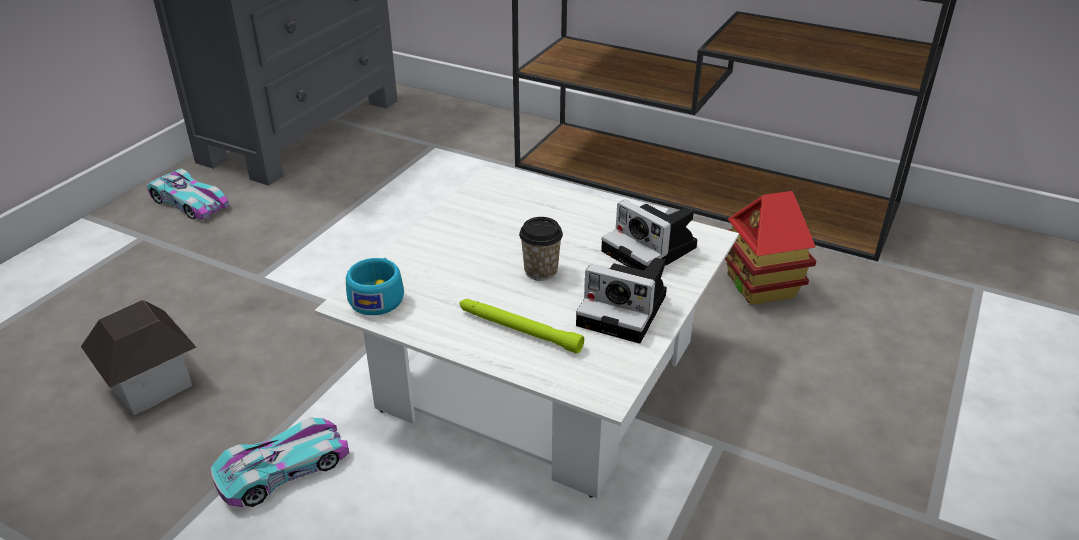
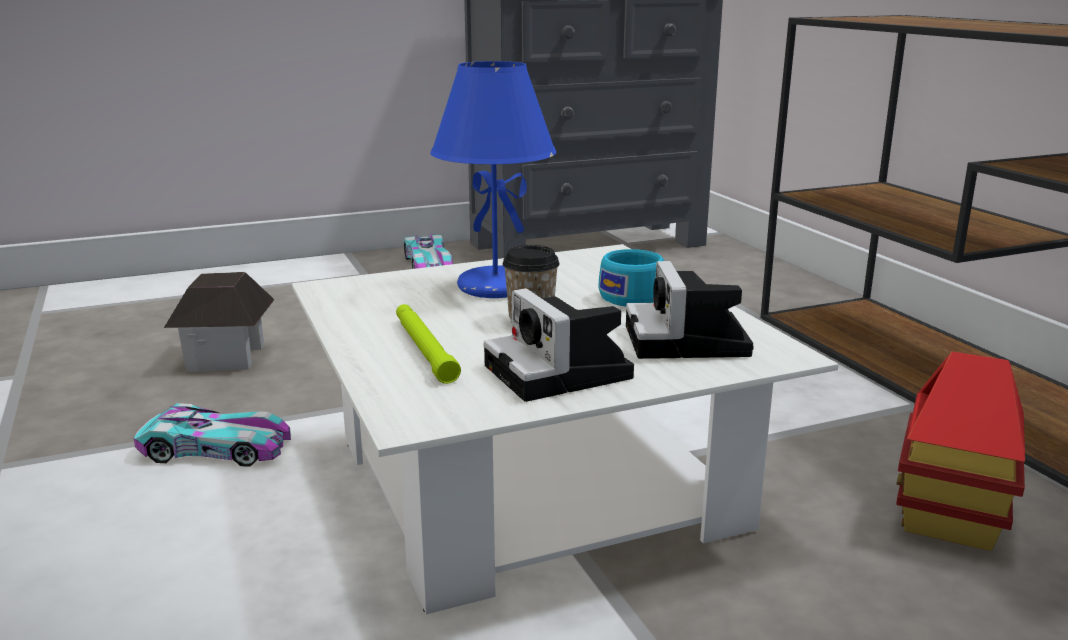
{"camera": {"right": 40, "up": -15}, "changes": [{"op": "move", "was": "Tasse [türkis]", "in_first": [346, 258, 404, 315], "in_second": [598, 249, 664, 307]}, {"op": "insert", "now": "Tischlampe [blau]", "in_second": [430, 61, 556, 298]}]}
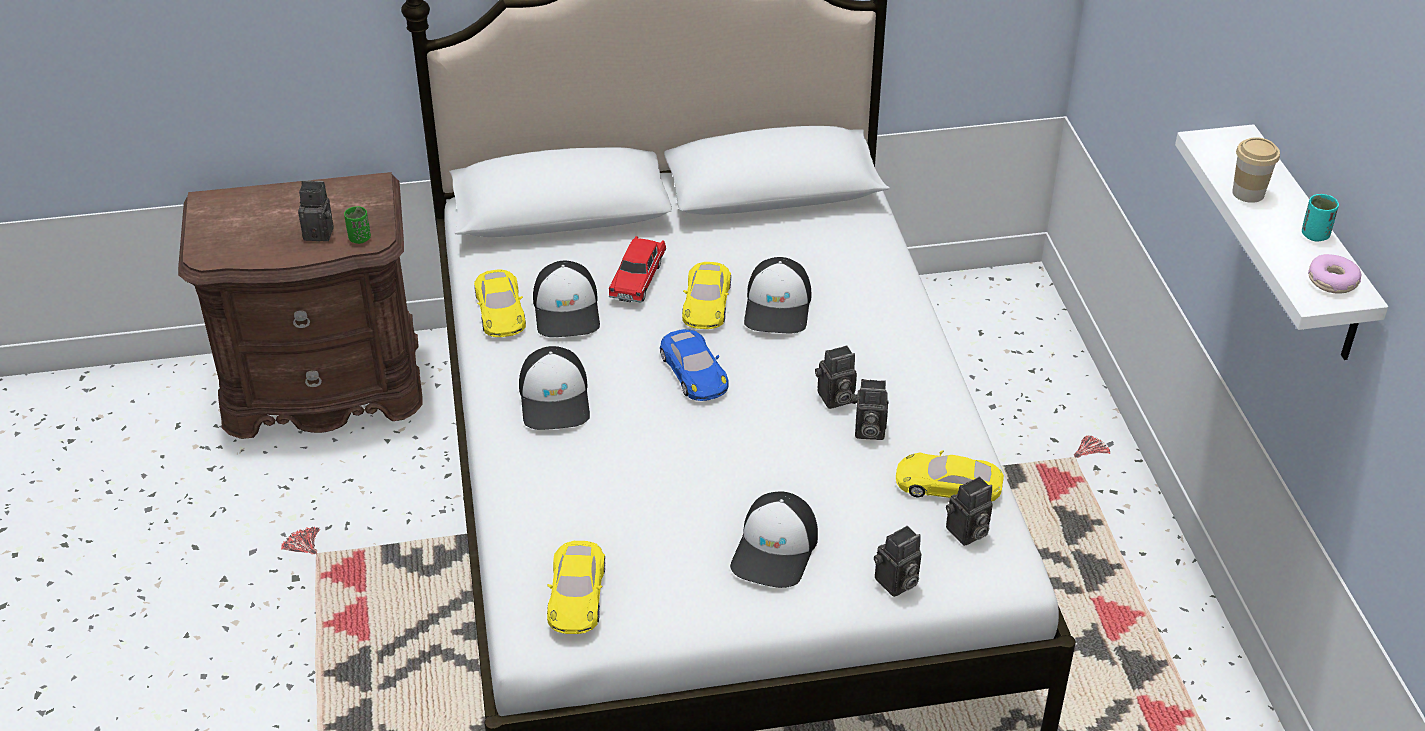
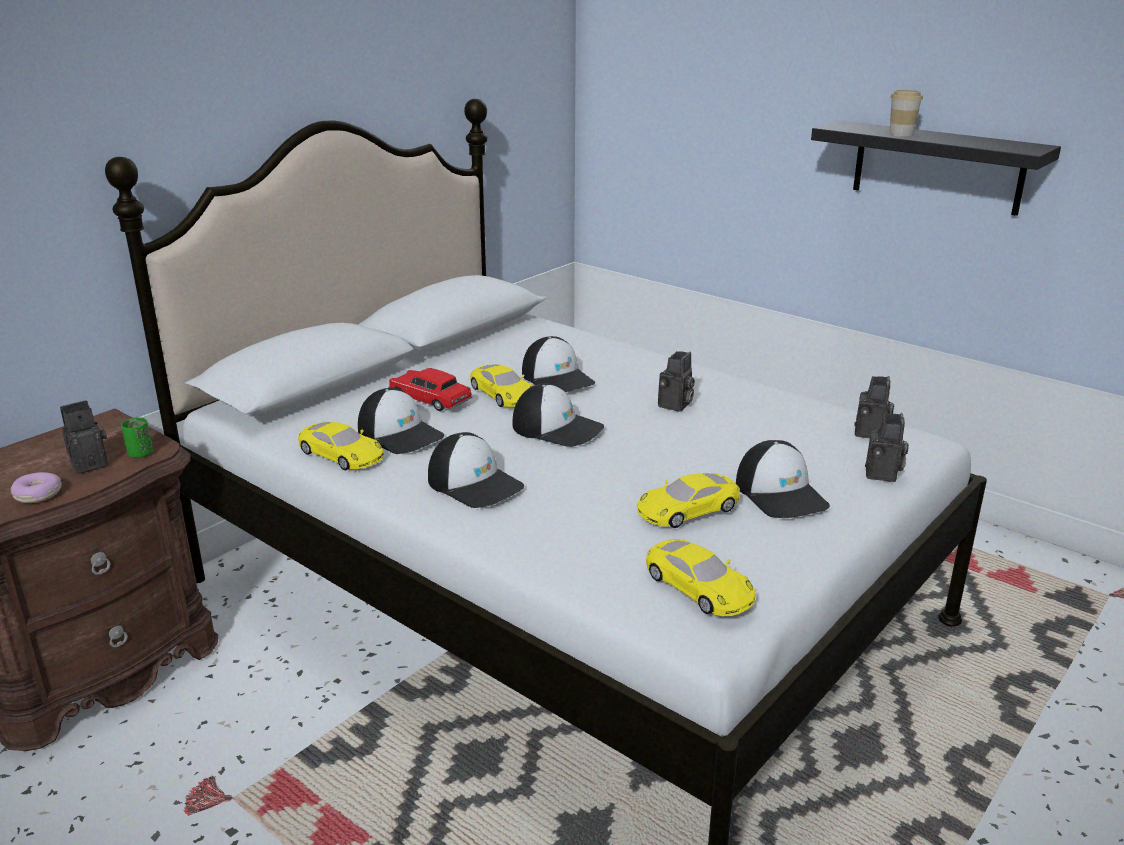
{"camera": {"right": -40, "up": -15}, "changes": [{"op": "rotate", "was": "Spielzeugauto [rot]", "in_first": [609, 236, 666, 303], "in_second": [388, 368, 473, 411], "clockwise": 150}, {"op": "replace", "was": "Spielzeugauto [blau]", "now": "Kappe", "in_first": [660, 329, 729, 401], "in_second": [513, 383, 604, 447]}, {"op": "delete", "was": "Kamera", "in_first": [852, 379, 889, 440]}, {"op": "move", "was": "Spielzeugauto [gelb]", "in_first": [896, 450, 1004, 501], "in_second": [637, 473, 740, 528]}, {"op": "recolor", "was": "Wandregal [weiß]", "now": "Wandregal [schwarz]", "in_first": [1175, 124, 1388, 360], "in_second": [811, 120, 1061, 216]}, {"op": "delete", "was": "Tasse [türkis]", "in_first": [1302, 194, 1339, 241]}, {"op": "move", "was": "Donut", "in_first": [1308, 254, 1361, 294], "in_second": [11, 472, 62, 503]}]}
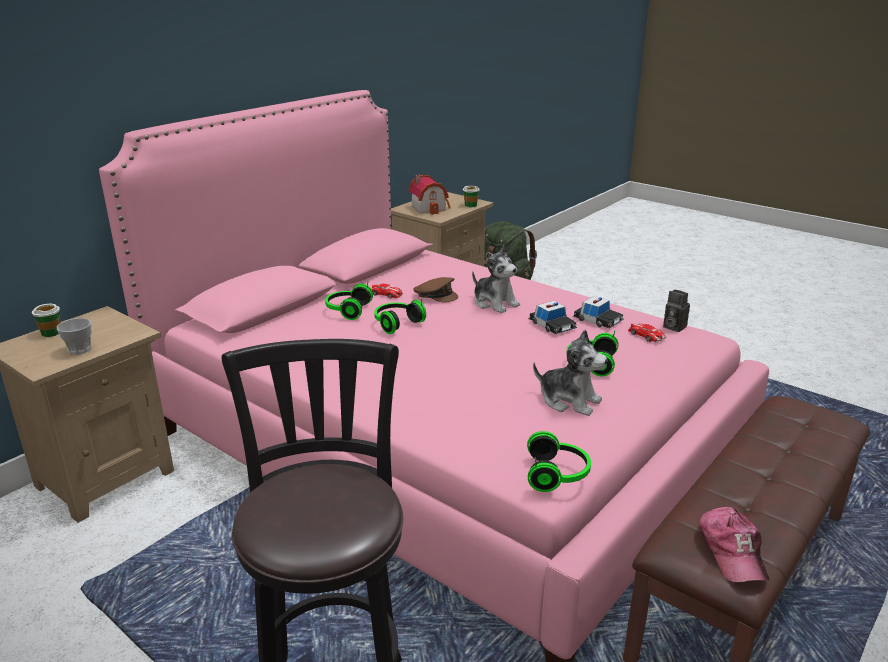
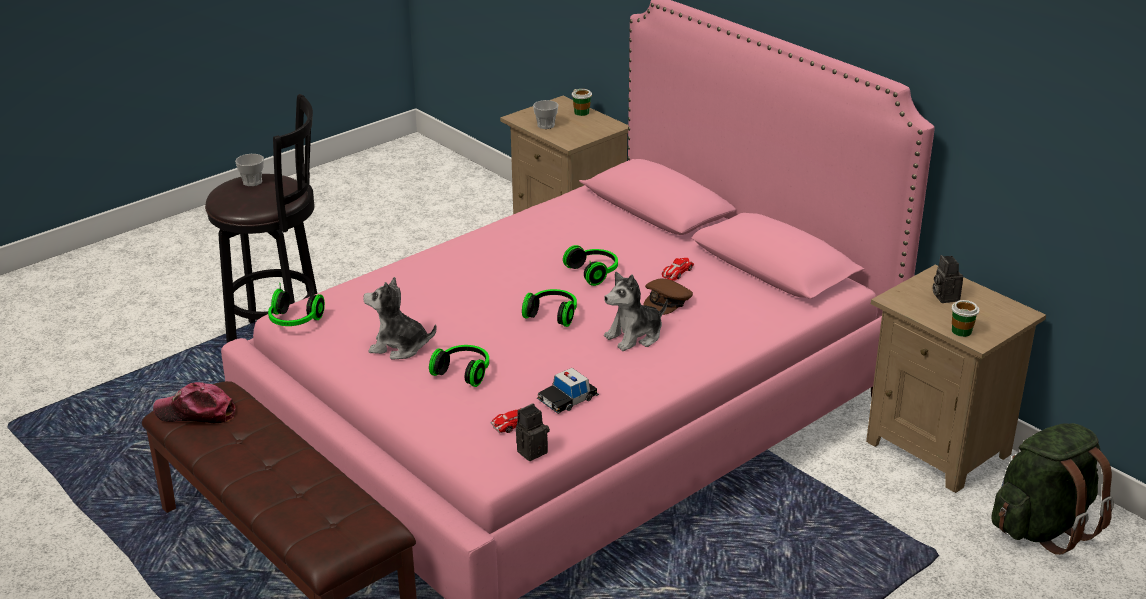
{"camera": {"right": 100, "up": 5}, "changes": [{"op": "move", "was": "Kopfhörer", "in_first": [325, 281, 373, 320], "in_second": [522, 289, 577, 327]}, {"op": "replace", "was": "Spielzeughaus", "now": "Kamera", "in_first": [408, 175, 450, 215], "in_second": [932, 255, 963, 303]}, {"op": "delete", "was": "Spielzeugauto", "in_first": [528, 301, 577, 334]}, {"op": "rotate", "was": "Plüschtier", "in_first": [533, 330, 607, 416], "in_second": [363, 277, 437, 360], "clockwise": 60}, {"op": "insert", "now": "Tasse", "in_second": [235, 154, 264, 186]}]}
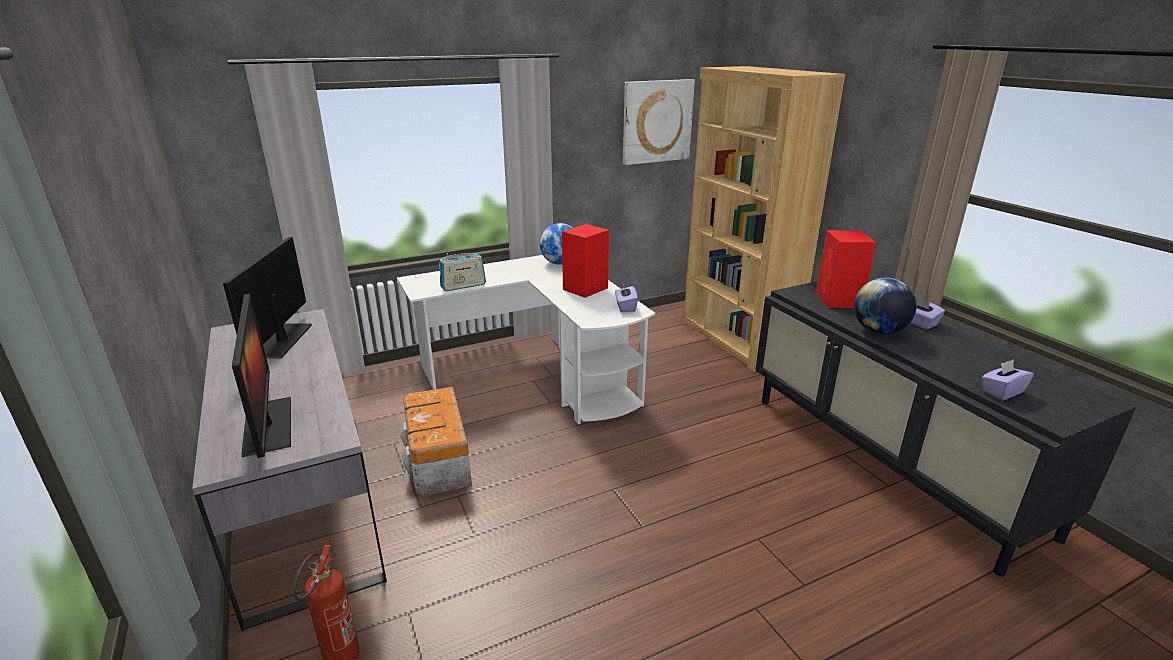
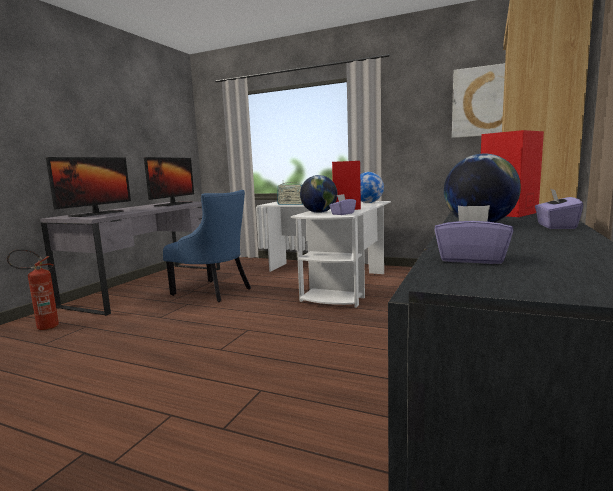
{"camera": {"right": 50, "up": -15}, "changes": [{"op": "rotate", "was": "Monitor", "in_first": [223, 237, 312, 358], "in_second": [144, 157, 194, 206], "clockwise": 150}, {"op": "replace", "was": "Aufbewahrungsbox", "now": "Stuhl [blau]", "in_first": [400, 387, 472, 496], "in_second": [163, 190, 251, 302]}, {"op": "insert", "now": "Globus", "in_second": [300, 175, 337, 213]}]}
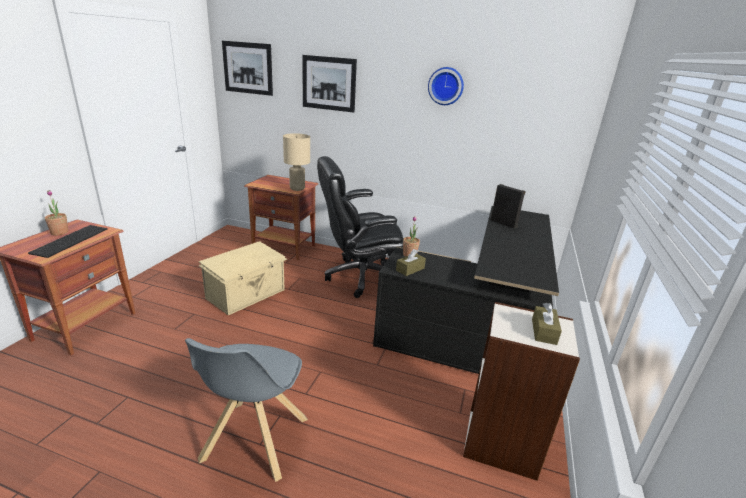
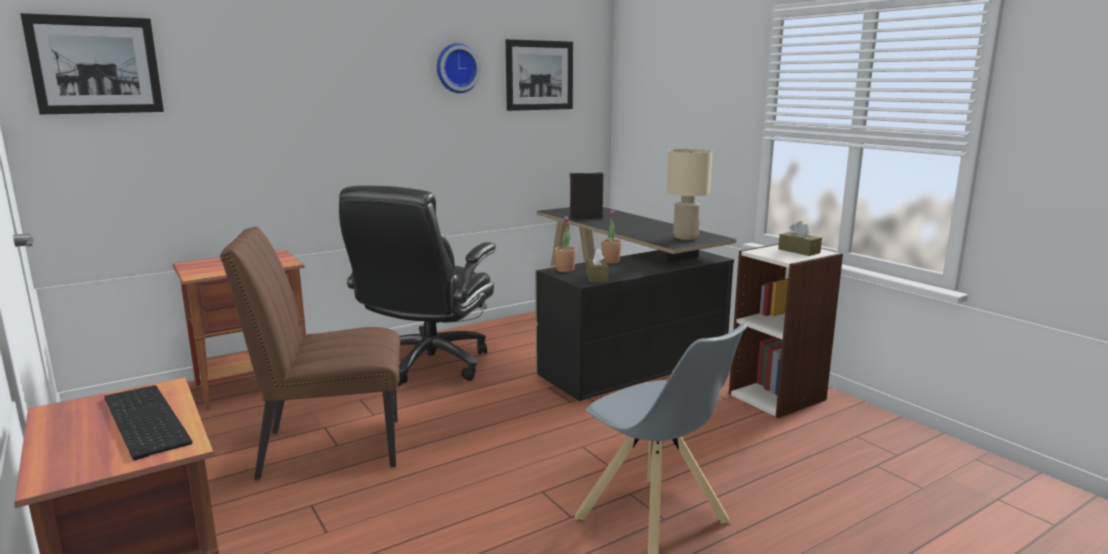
{"camera": {"right": -50, "up": -10}, "changes": [{"op": "move", "was": "Topfpflanze", "in_first": [45, 190, 69, 235], "in_second": [601, 210, 622, 264]}, {"op": "replace", "was": "Aufbewahrungsbox [beige]", "now": "Stuhl [braun]", "in_first": [198, 241, 287, 315], "in_second": [220, 226, 400, 480]}, {"op": "move", "was": "Tischlampe [beige]", "in_first": [283, 133, 310, 191], "in_second": [667, 149, 712, 240]}, {"op": "move", "was": "Bild", "in_first": [302, 55, 357, 113], "in_second": [506, 39, 573, 111]}]}
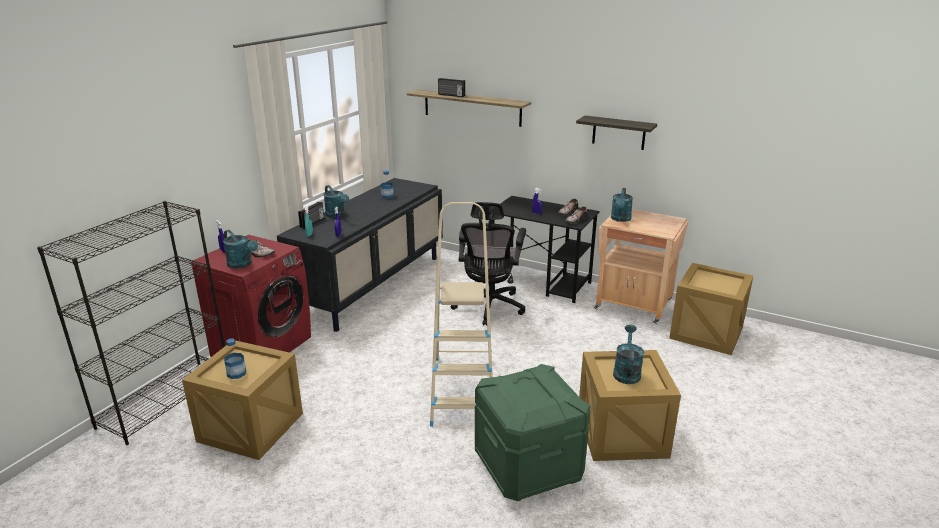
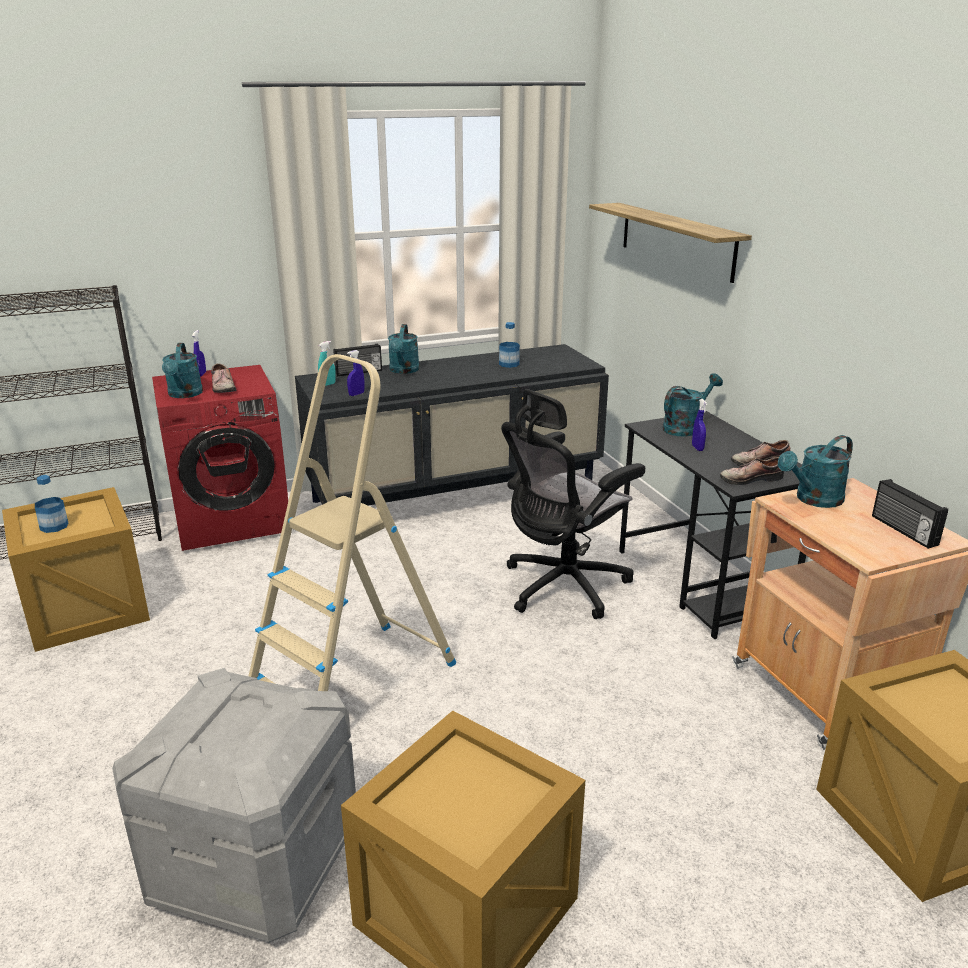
{"camera": {"right": 40, "up": 0}, "changes": [{"op": "move", "was": "Radio", "in_first": [438, 78, 465, 97], "in_second": [872, 479, 948, 549]}, {"op": "recolor", "was": "Aufbewahrungsbox [grün]", "now": "Aufbewahrungsbox [grau]", "in_first": [475, 364, 591, 501], "in_second": [112, 668, 356, 943]}, {"op": "delete", "was": "Wandregal", "in_first": [576, 115, 657, 150]}, {"op": "move", "was": "Gießkanne [türkis]", "in_first": [613, 325, 644, 384], "in_second": [663, 373, 723, 436]}]}
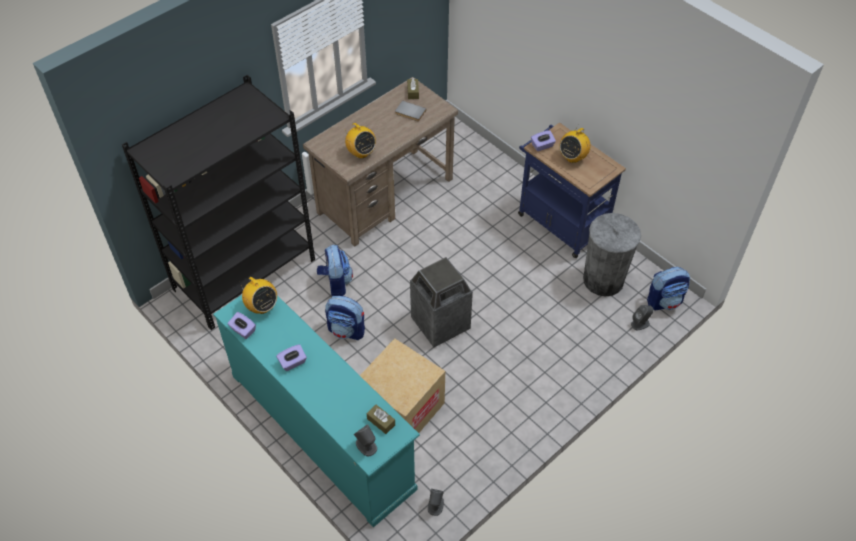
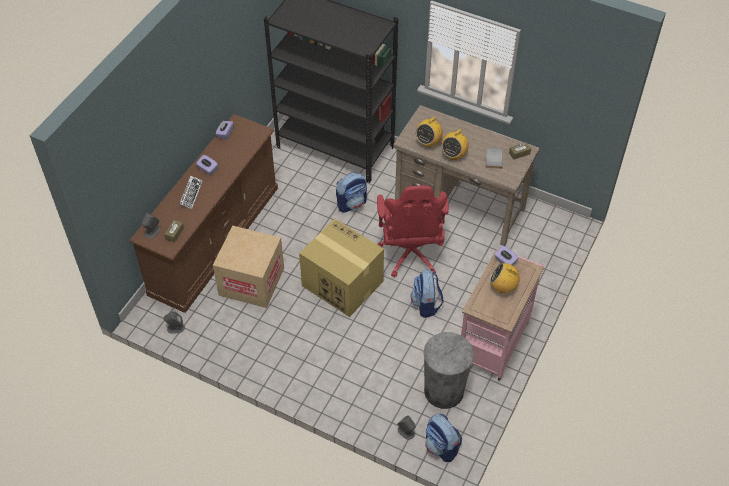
{"camera": {"right": 70, "up": 0}, "changes": [{"op": "recolor", "was": "Schrank [türkis]", "now": "Schrank [braun]", "in_first": [213, 295, 420, 527], "in_second": [130, 114, 278, 313]}, {"op": "move", "was": "Radio", "in_first": [242, 277, 277, 314], "in_second": [441, 128, 469, 160]}, {"op": "move", "was": "Rucksack", "in_first": [325, 296, 365, 340], "in_second": [411, 269, 444, 318]}, {"op": "replace", "was": "Mülleimer", "now": "Karton", "in_first": [410, 257, 473, 347], "in_second": [299, 219, 384, 317]}, {"op": "recolor", "was": "Rollwagen [blau]", "now": "Rollwagen [rosa]", "in_first": [518, 123, 626, 259], "in_second": [461, 249, 544, 381]}, {"op": "insert", "now": "Tastatur", "in_second": [179, 176, 203, 209]}, {"op": "insert", "now": "Bürostuhl [rot]", "in_second": [377, 185, 449, 277]}]}
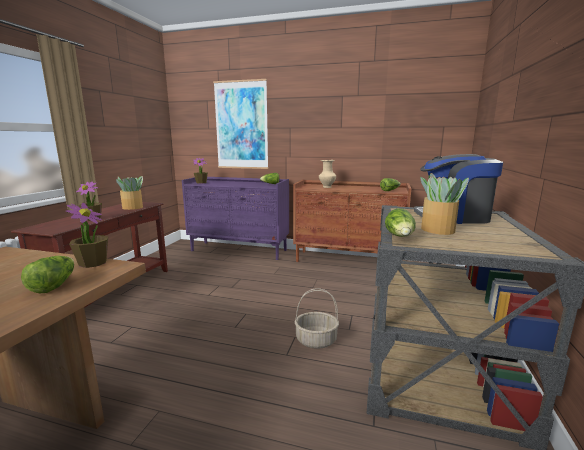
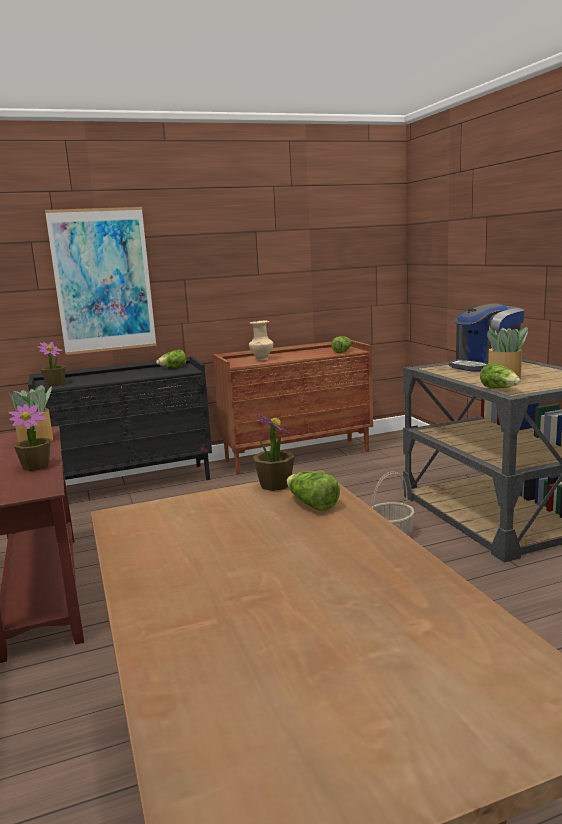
{"camera": {"right": -35, "up": 0}, "changes": [{"op": "recolor", "was": "Schrank [lila]", "now": "Schrank [schwarz]", "in_first": [182, 177, 289, 260], "in_second": [28, 357, 212, 480]}]}
